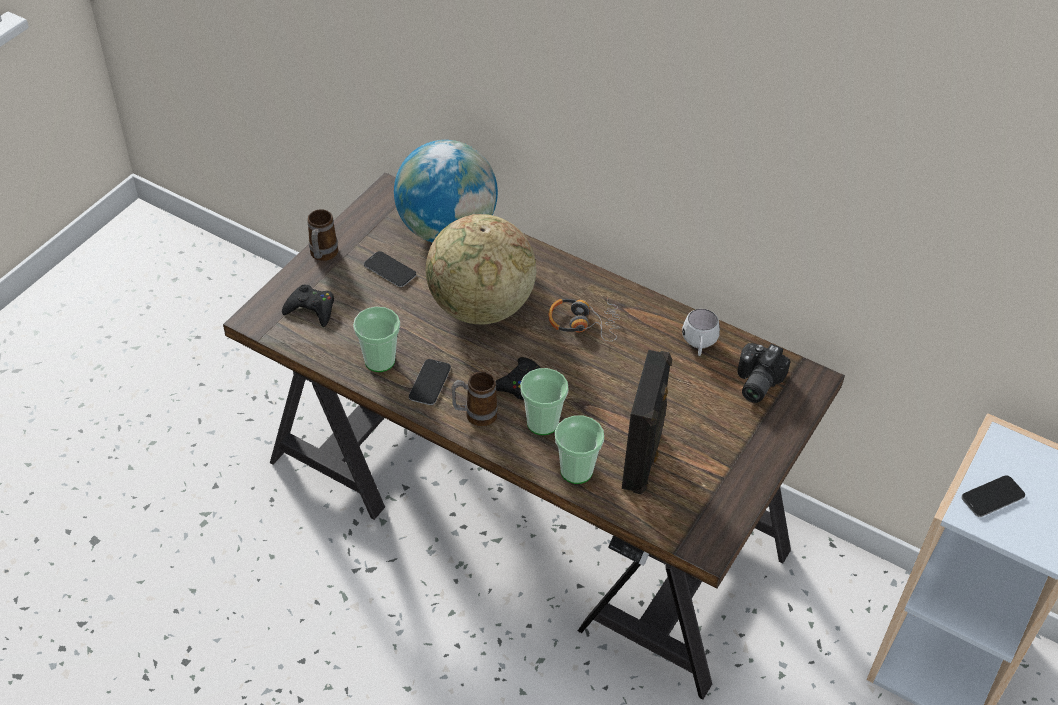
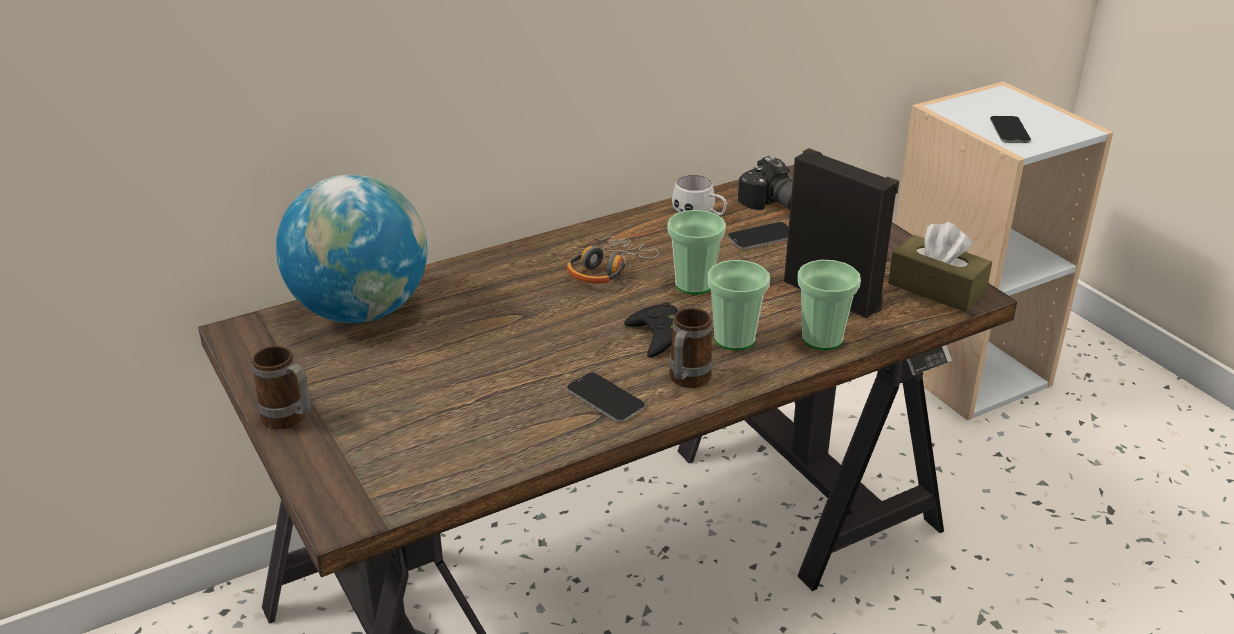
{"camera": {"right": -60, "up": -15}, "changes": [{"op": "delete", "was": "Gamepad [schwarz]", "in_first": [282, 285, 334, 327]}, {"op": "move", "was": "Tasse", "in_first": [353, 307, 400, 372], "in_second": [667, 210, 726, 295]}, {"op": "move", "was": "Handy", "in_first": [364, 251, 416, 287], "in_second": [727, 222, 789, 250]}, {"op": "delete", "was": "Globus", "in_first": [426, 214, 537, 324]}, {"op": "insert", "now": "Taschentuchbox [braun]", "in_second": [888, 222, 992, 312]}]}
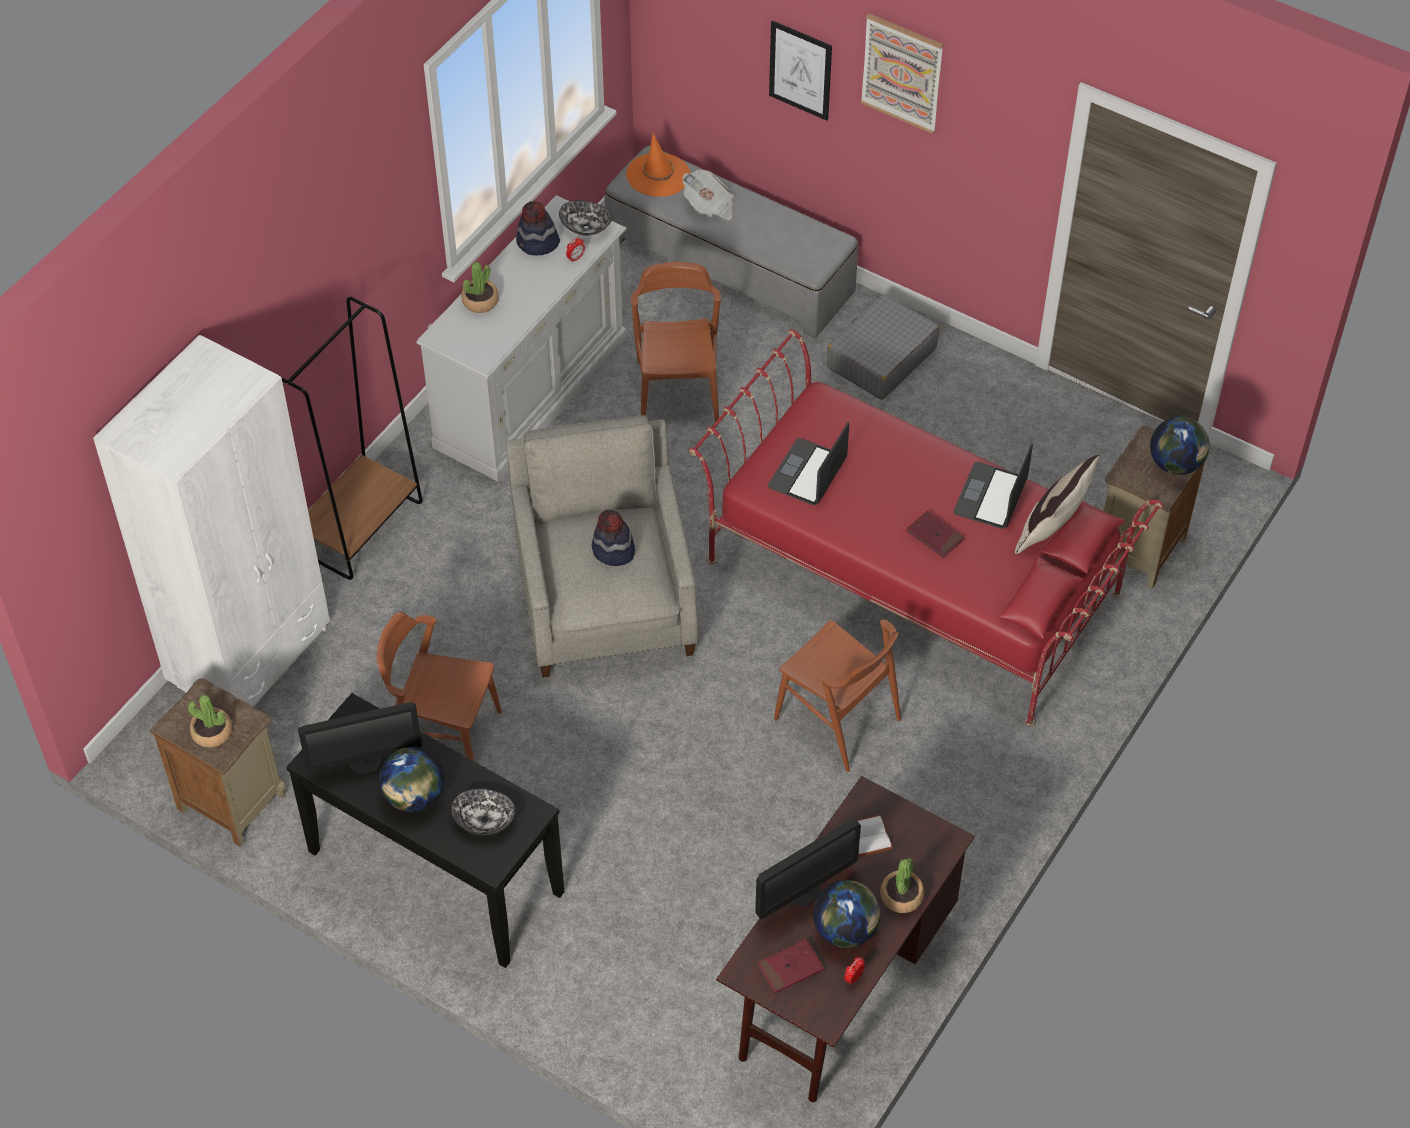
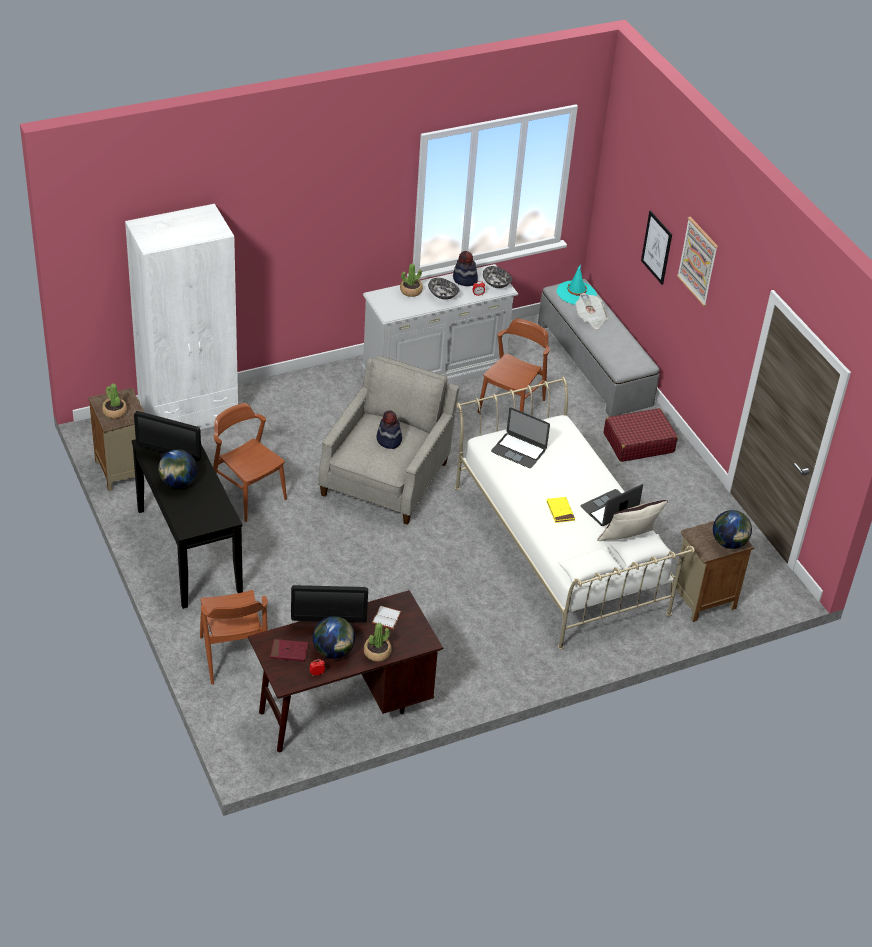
{"camera": {"right": 30, "up": -10}, "changes": [{"op": "delete", "was": "Kleiderständer", "in_first": [280, 297, 423, 580]}, {"op": "move", "was": "Schüssel", "in_first": [451, 788, 516, 835], "in_second": [428, 278, 460, 300]}, {"op": "recolor", "was": "Hut [orange]", "now": "Hut [türkis]", "in_first": [626, 133, 690, 197], "in_second": [557, 265, 597, 305]}, {"op": "recolor", "was": "Bett [rot]", "now": "Bett [weiß]", "in_first": [689, 329, 1164, 726], "in_second": [454, 377, 695, 649]}, {"op": "rotate", "was": "Laptop", "in_first": [768, 422, 849, 505], "in_second": [491, 407, 550, 468], "clockwise": -120}, {"op": "move", "was": "Stuhl [braun]", "in_first": [774, 619, 901, 772], "in_second": [200, 590, 268, 684]}, {"op": "recolor", "was": "Koffer [grau]", "now": "Koffer [rot]", "in_first": [826, 294, 939, 400], "in_second": [604, 408, 678, 462]}, {"op": "recolor", "was": "Buch [rot]", "now": "Buch [gelb]", "in_first": [907, 511, 965, 558], "in_second": [546, 497, 575, 523]}]}
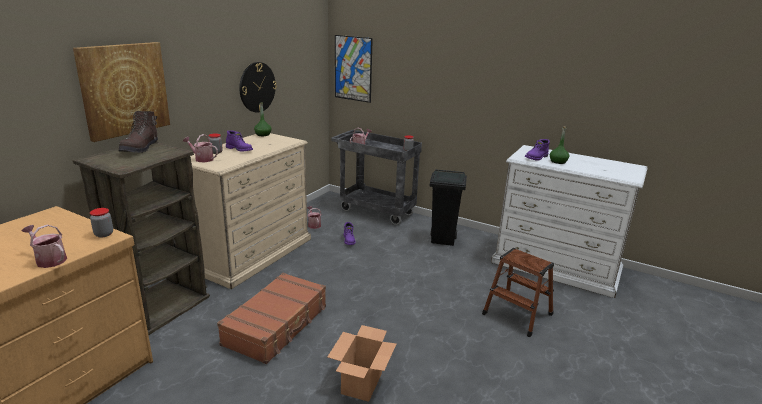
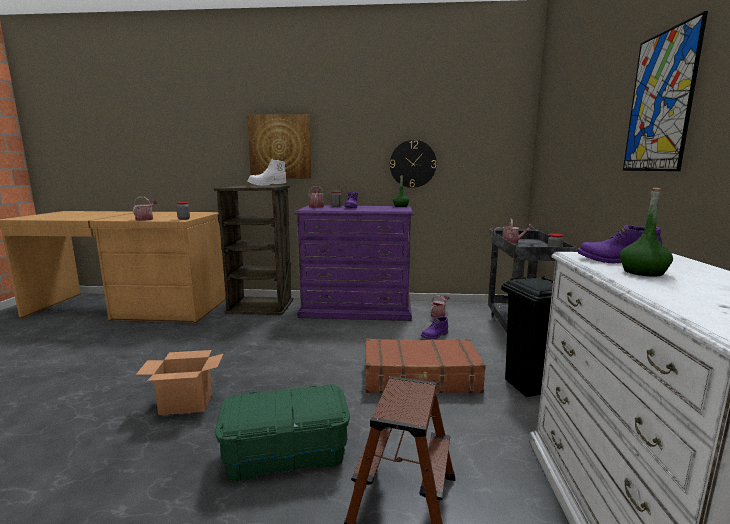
{"camera": {"right": 65, "up": -10}, "changes": [{"op": "recolor", "was": "Stiefel [braun]", "now": "Stiefel [weiß]", "in_first": [118, 111, 158, 153], "in_second": [248, 159, 286, 186]}, {"op": "recolor", "was": "Kommode [beige]", "now": "Kommode [lila]", "in_first": [190, 133, 311, 289], "in_second": [294, 205, 414, 321]}, {"op": "move", "was": "Koffer [braun]", "in_first": [217, 273, 326, 364], "in_second": [366, 339, 486, 393]}, {"op": "move", "was": "Bild", "in_first": [335, 35, 373, 103], "in_second": [623, 11, 708, 171]}, {"op": "insert", "now": "Aufbewahrungsbox [grün]", "in_second": [215, 384, 350, 481]}]}
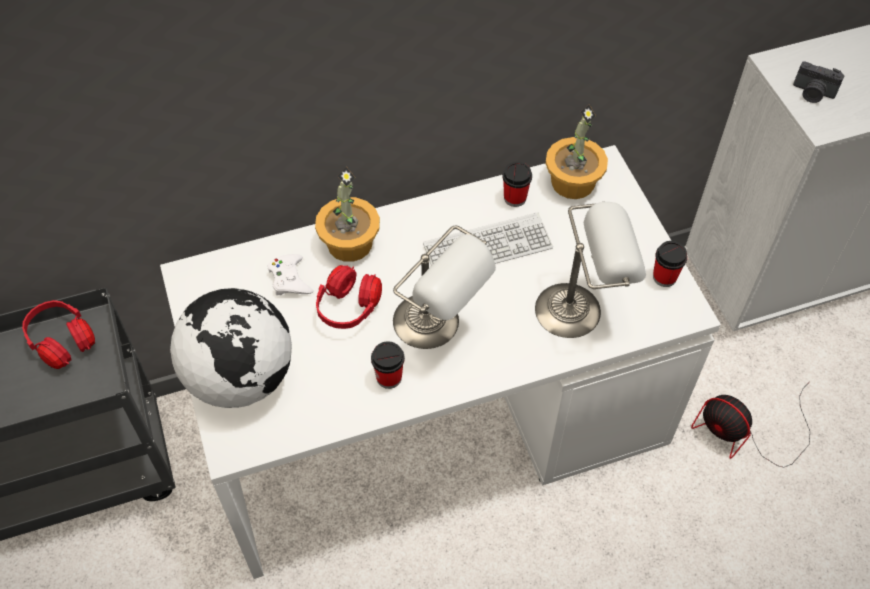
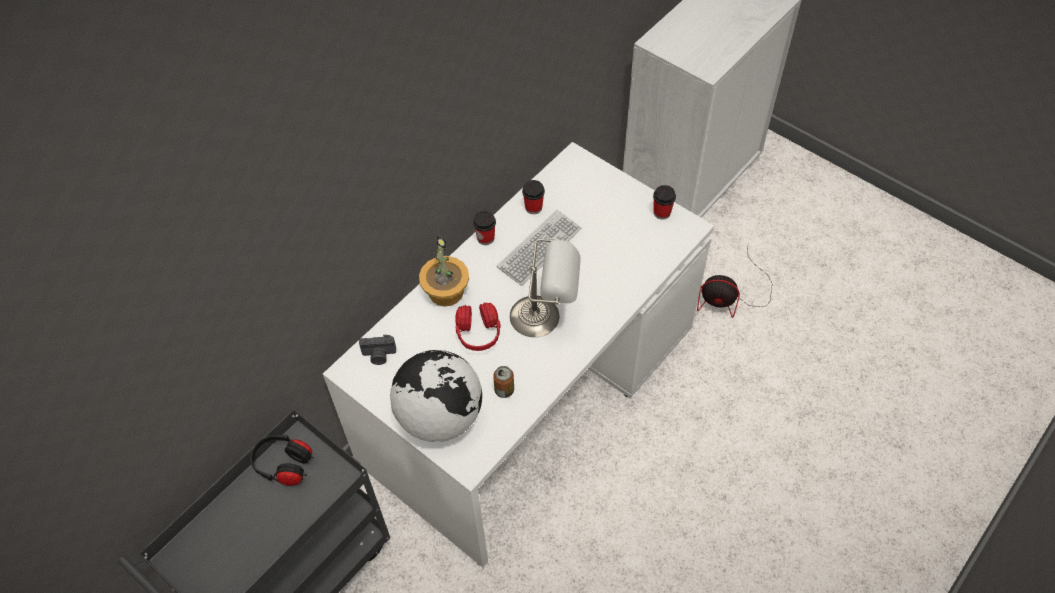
{"camera": {"right": -30, "up": 0}, "changes": [{"op": "recolor", "was": "Kopfhörer [rot]", "now": "Kopfhörer [schwarz]", "in_first": [22, 300, 95, 369], "in_second": [250, 435, 314, 486]}, {"op": "delete", "was": "Gamepad [weiß]", "in_first": [268, 254, 313, 295]}, {"op": "move", "was": "Tasse", "in_first": [371, 341, 405, 389], "in_second": [473, 211, 496, 245]}, {"op": "delete", "was": "Tischlampe [weiß]", "in_first": [535, 202, 646, 338]}, {"op": "delete", "was": "Topfpflanze", "in_first": [545, 105, 608, 199]}, {"op": "move", "was": "Kamera", "in_first": [793, 61, 844, 103], "in_second": [359, 335, 396, 365]}, {"op": "insert", "now": "Dose", "in_second": [493, 366, 514, 398]}]}
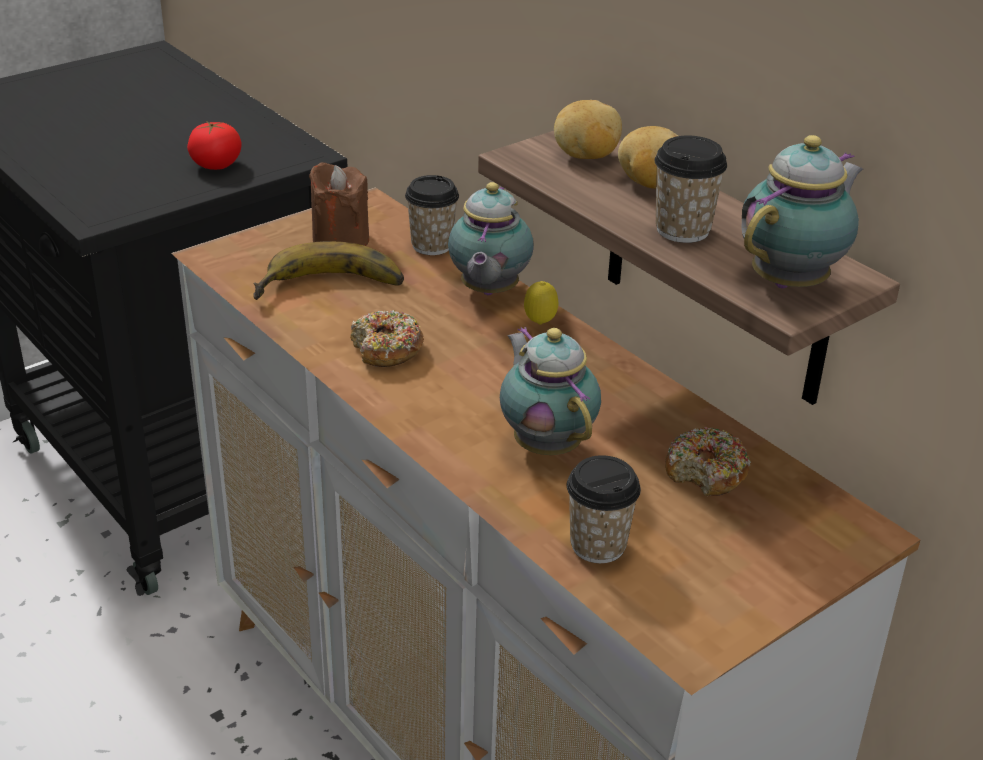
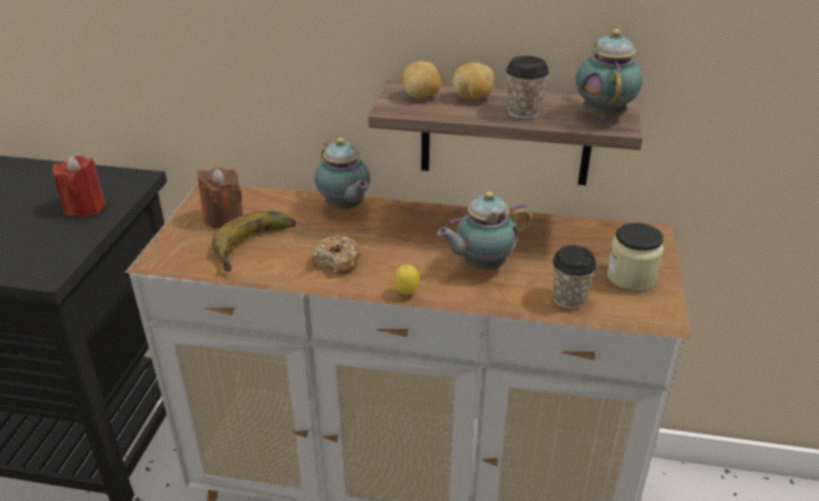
{"camera": {"right": -40, "up": 0}, "changes": [{"op": "replace", "was": "Tomate", "now": "Kerze [rot]", "in_first": [187, 122, 242, 170], "in_second": [52, 155, 105, 217]}, {"op": "delete", "was": "Tasse", "in_first": [405, 175, 459, 255]}, {"op": "rotate", "was": "Teekanne", "in_first": [500, 327, 601, 455], "in_second": [437, 192, 532, 270], "clockwise": -45}, {"op": "move", "was": "Zitrone", "in_first": [524, 281, 558, 325], "in_second": [394, 264, 419, 295]}, {"op": "delete", "was": "Donut", "in_first": [665, 427, 751, 496]}, {"op": "insert", "now": "Vorratsglas", "in_second": [607, 223, 664, 291]}]}
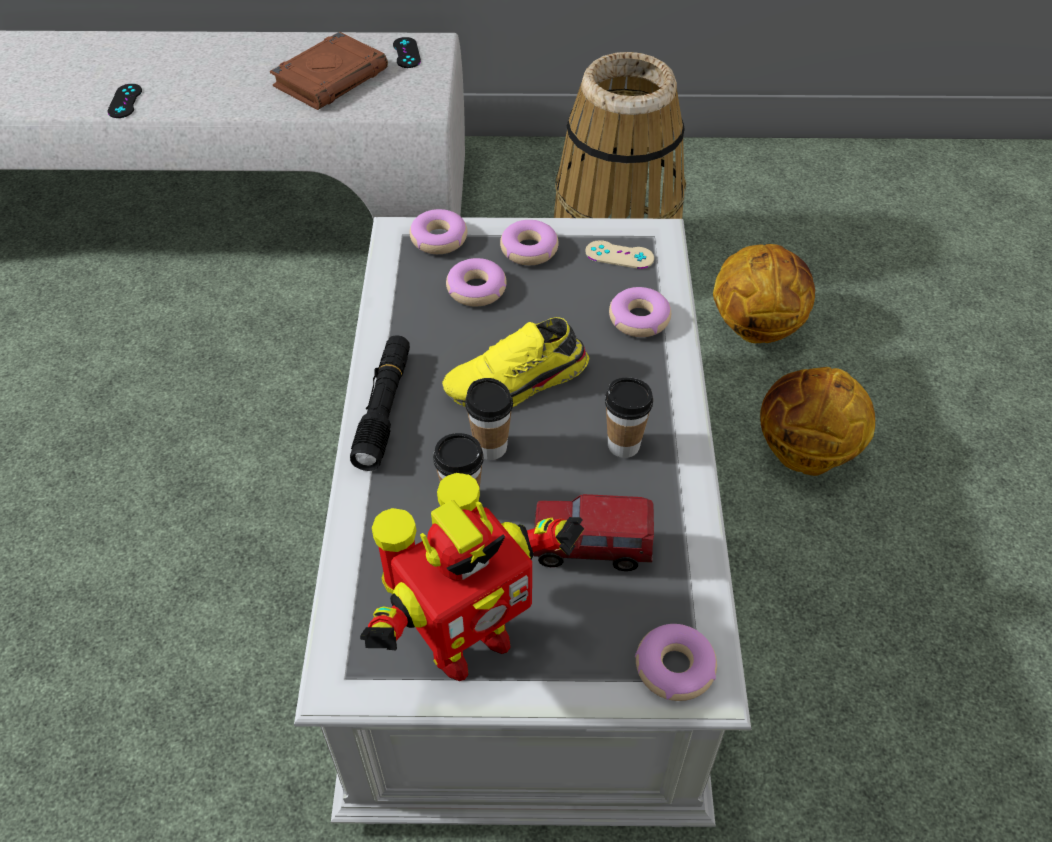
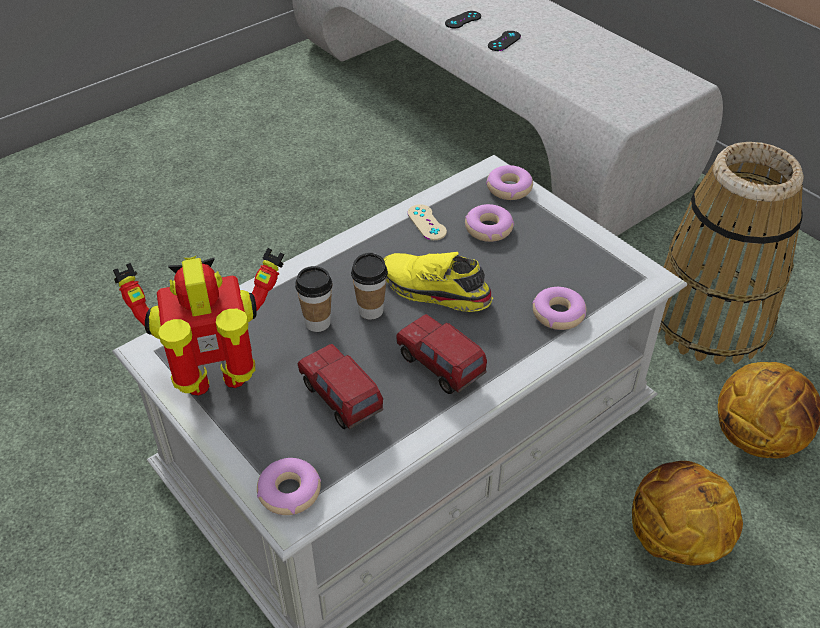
{"camera": {"right": 50, "up": -5}, "changes": [{"op": "delete", "was": "Buch [braun]", "in_first": [270, 32, 388, 110]}, {"op": "delete", "was": "Taschenlampe [schwarz]", "in_first": [350, 335, 410, 471]}, {"op": "rotate", "was": "Spielzeugroboter", "in_first": [360, 473, 584, 681], "in_second": [113, 248, 284, 396], "clockwise": 150}, {"op": "move", "was": "Gamepad [schwarz]", "in_first": [393, 37, 421, 68], "in_second": [488, 31, 521, 51]}, {"op": "delete", "was": "Donut", "in_first": [500, 220, 559, 265]}, {"op": "move", "was": "Gamepad [beige]", "in_first": [585, 240, 654, 269], "in_second": [408, 204, 447, 240]}, {"op": "replace", "was": "Tasse", "now": "Spielzeuglaster", "in_first": [605, 377, 653, 458], "in_second": [396, 314, 487, 394]}]}
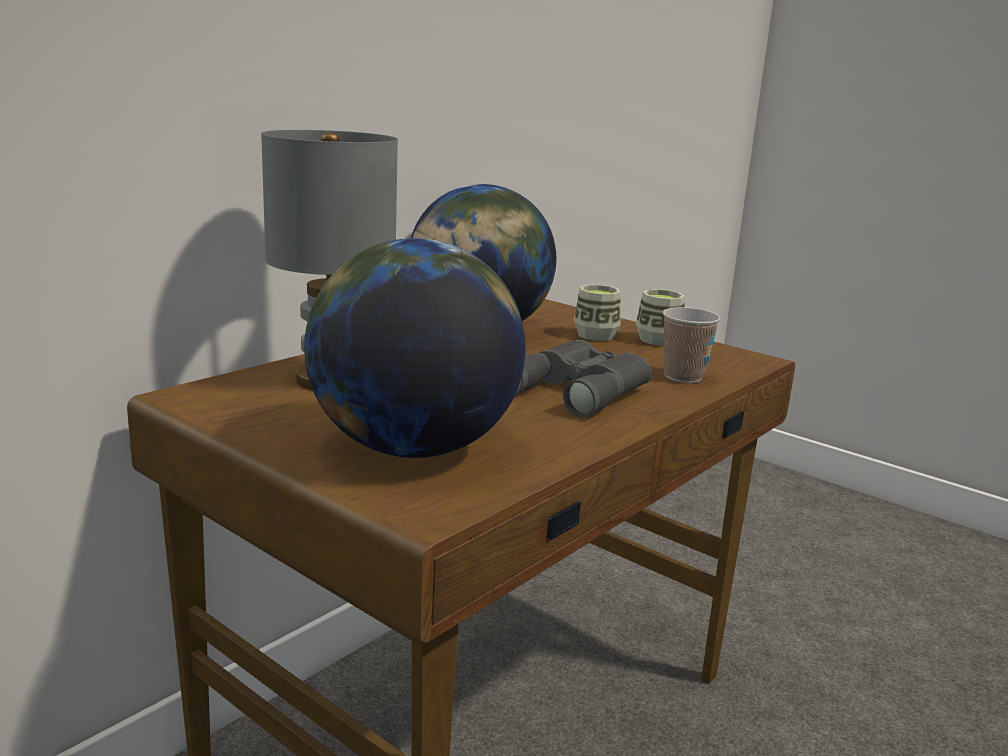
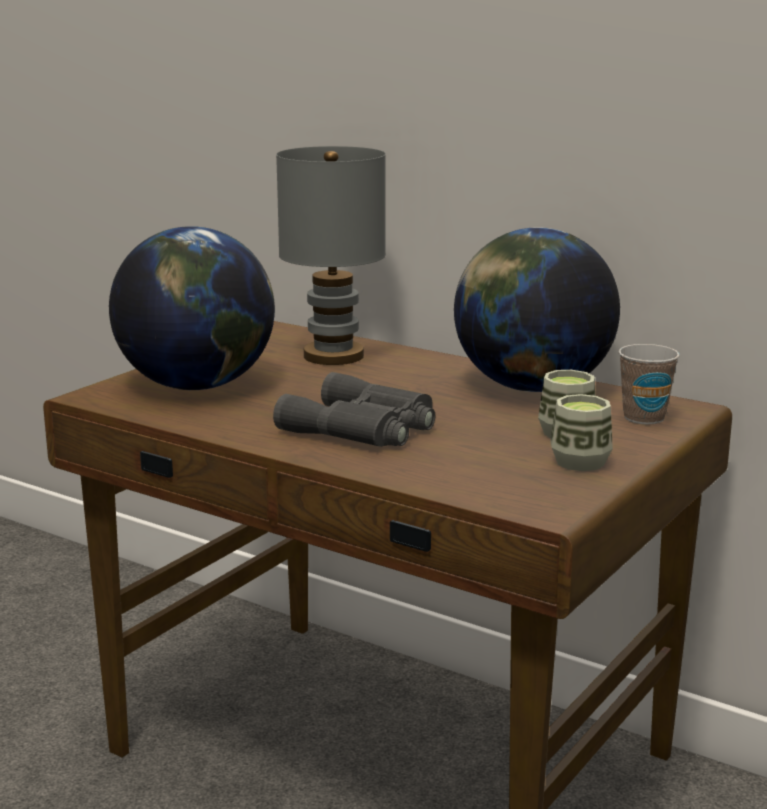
{"camera": {"right": 85, "up": 0}, "changes": [{"op": "move", "was": "Tasse", "in_first": [663, 307, 720, 383], "in_second": [618, 344, 680, 425]}]}
